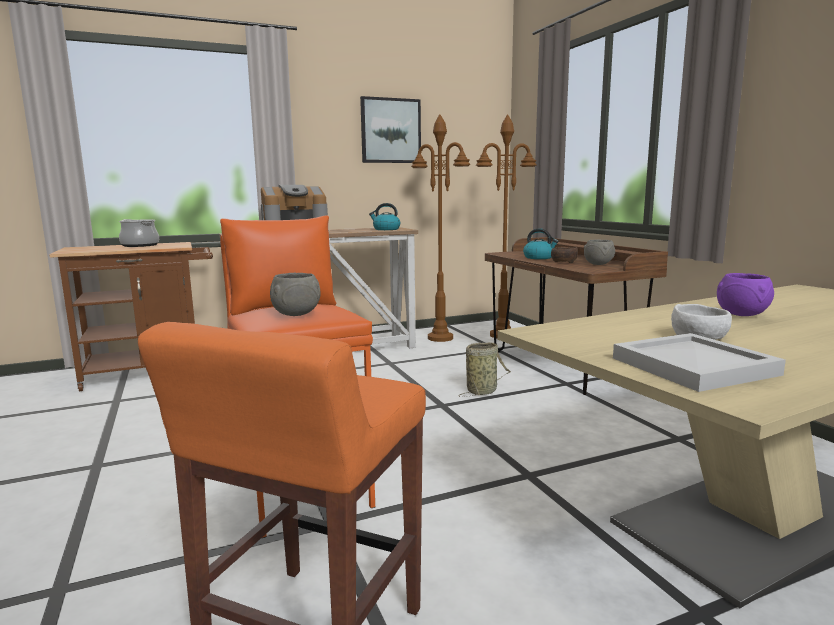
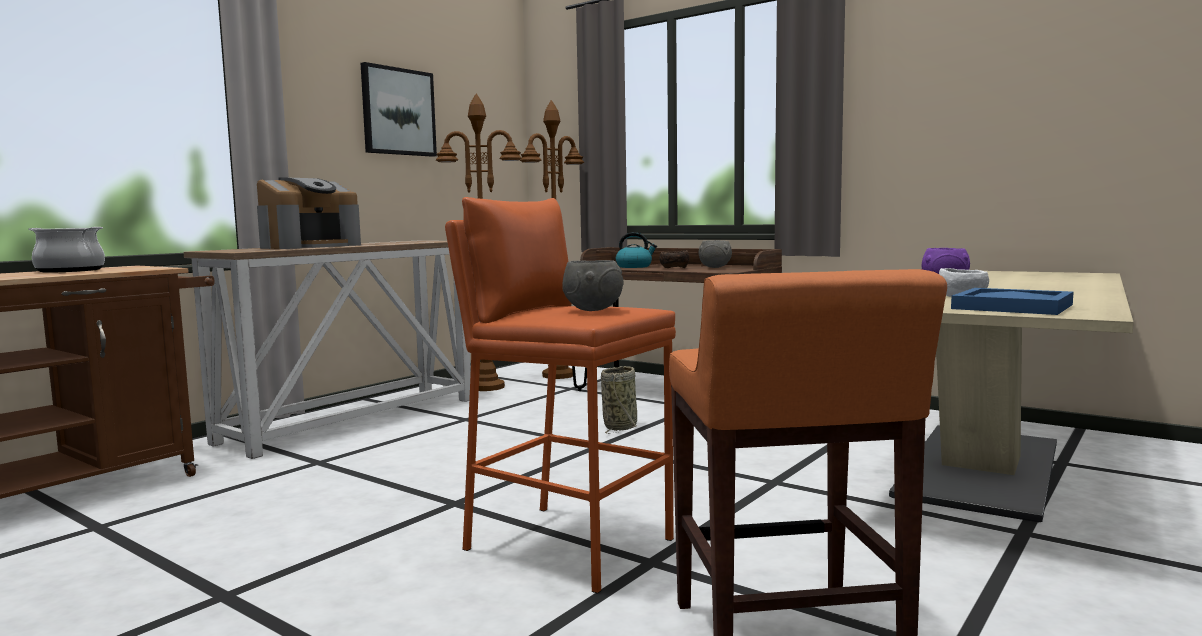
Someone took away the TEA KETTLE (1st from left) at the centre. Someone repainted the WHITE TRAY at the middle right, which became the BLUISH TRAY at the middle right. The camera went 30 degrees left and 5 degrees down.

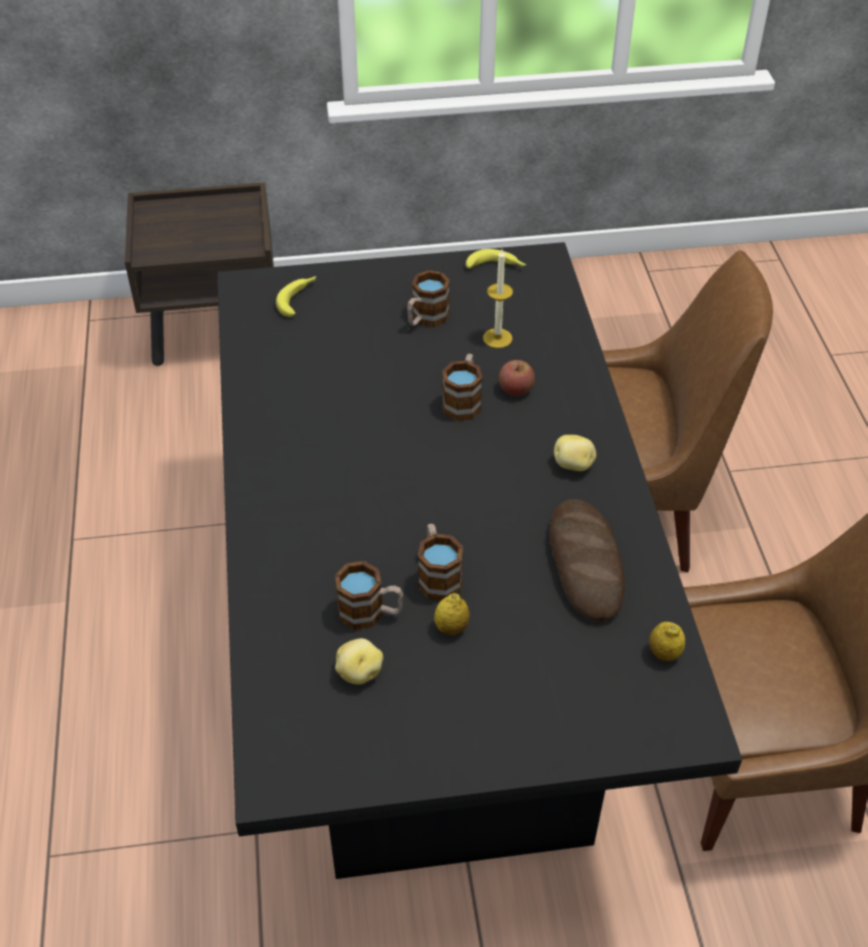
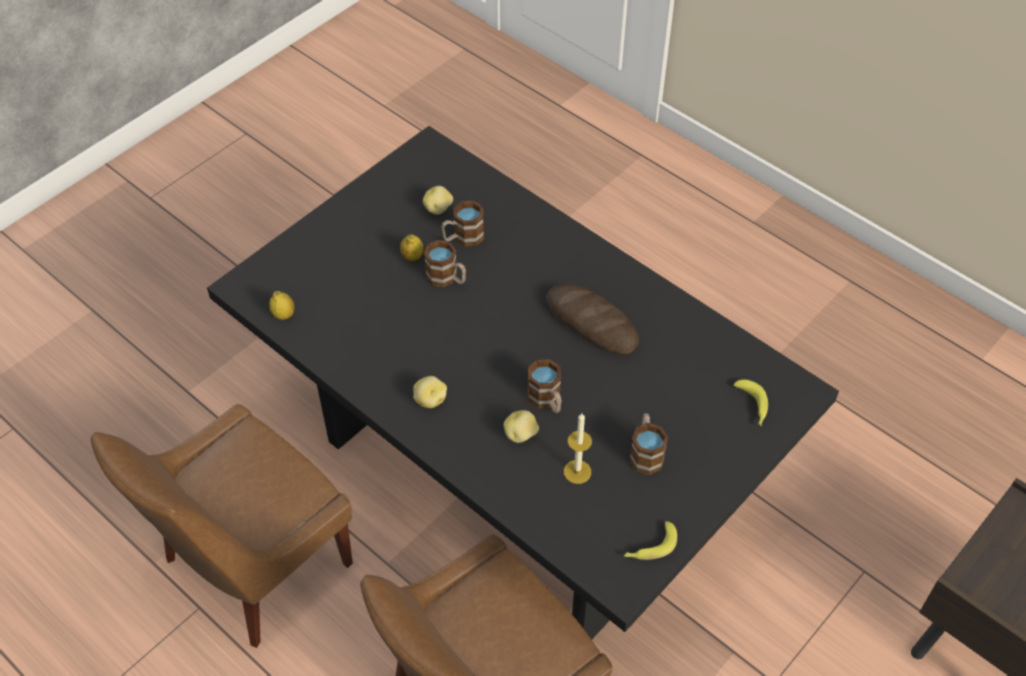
Someone swapped the APPLE at the centre for the POTATO (3rd from left) at the centre. Someone carried the BAKERY BREAD from the middle right to the centre. The camera went 140 degrees right and 5 degrees up.

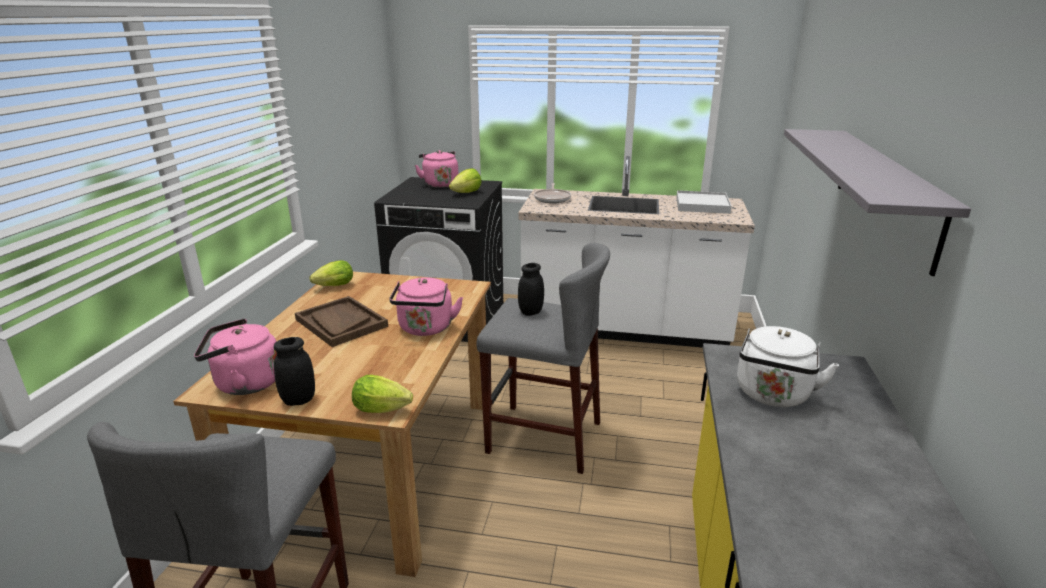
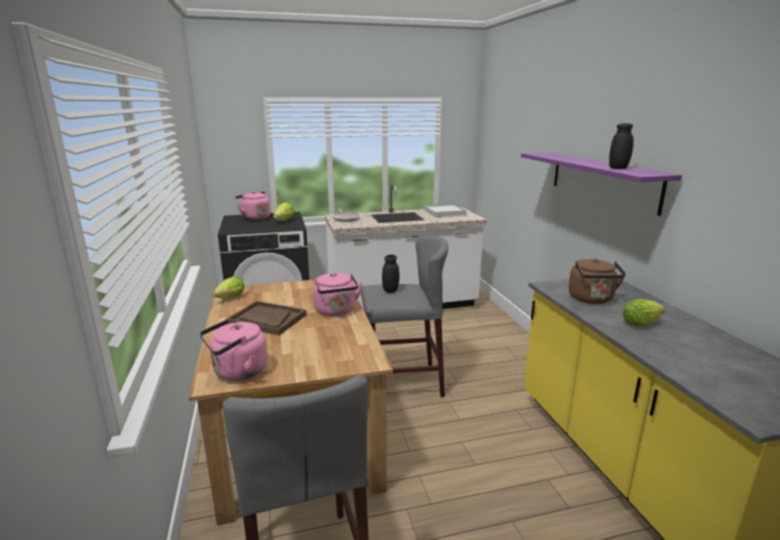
Someone repainted the GRAY WALL SHELF at the middle right, which became the PURPLISH WALL SHELF at the middle right. Someone repainted the WHITE TEA KETTLE at the middle right, which became the BROWN TEA KETTLE at the middle right. Someone carried the BLACK PRESERVE JAR (1st from left in the first image) from the middle left to the top right. Someone carried the LETTUCE HEAD (2nd from left in the first image) from the bottom centre to the middle right. The camera went 25 degrees left and 5 degrees down.

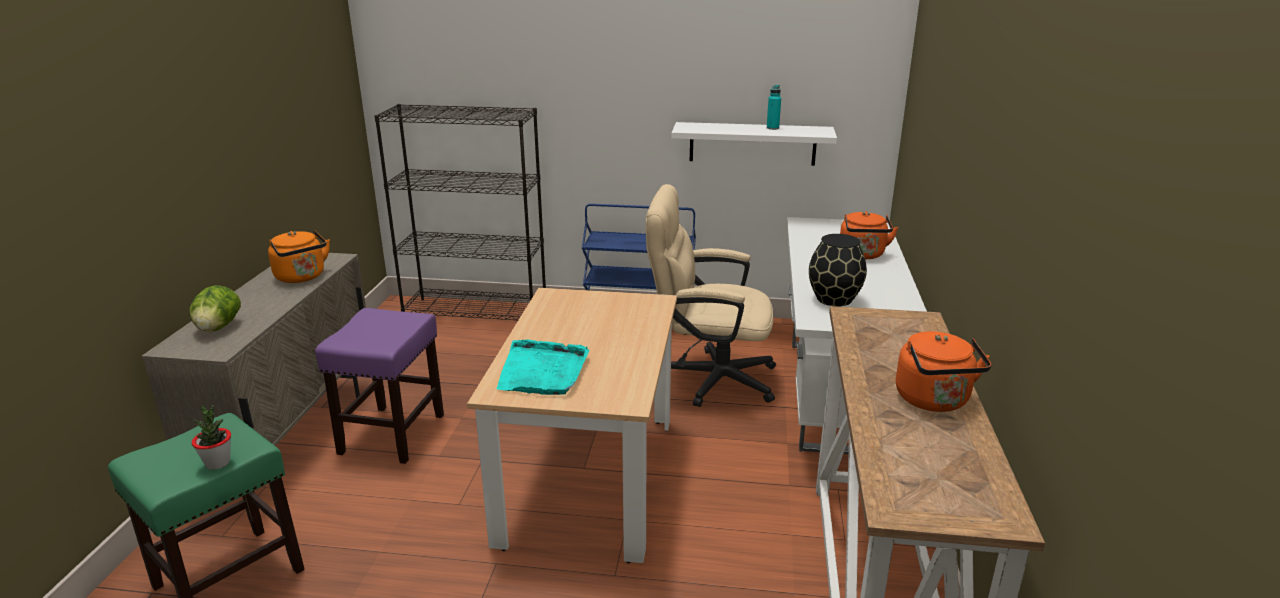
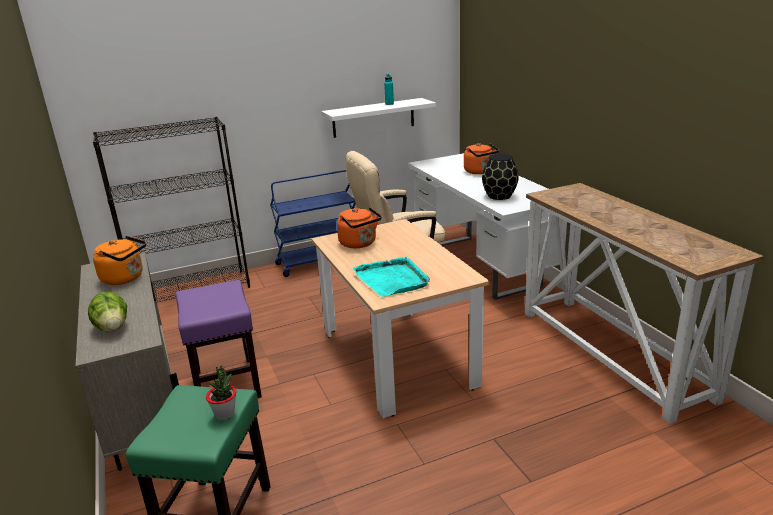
Someone carried the ORANGE-COLOURED TEA KETTLE (3rd from left in the first image) from the middle right to the centre. The camera went 30 degrees left and 0 degrees up.

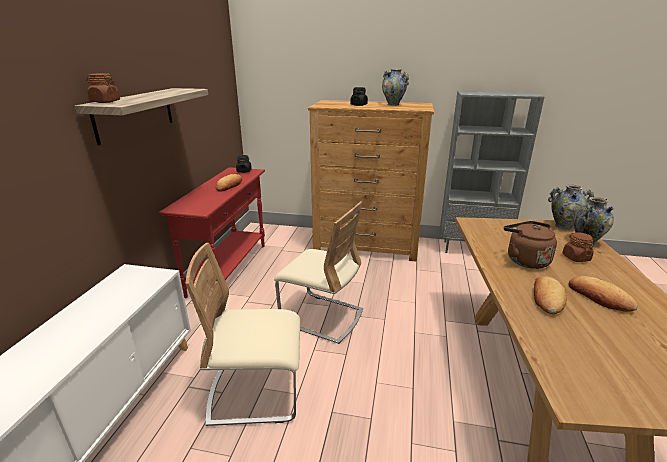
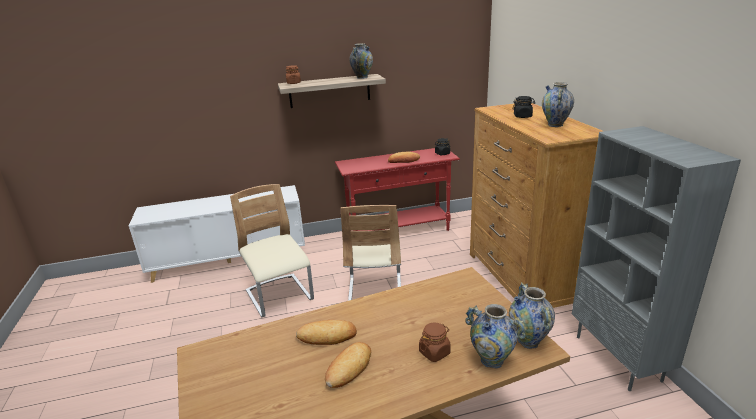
Someone took away the BROWN TEA KETTLE at the middle right. Someone put down the DECORATIVE VASE (1st from left) at the top centre. The camera went 65 degrees right and 0 degrees up.

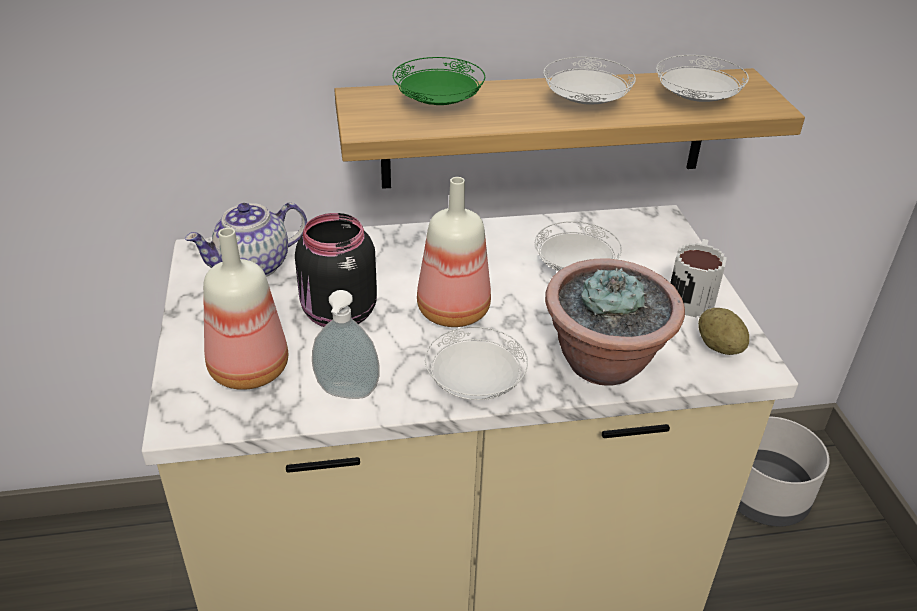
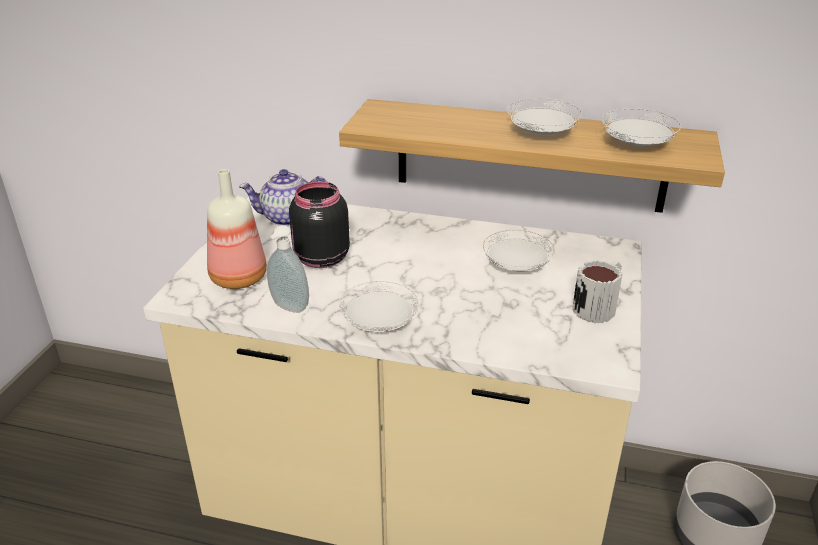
Someone took away the GREENISH FLAT DISH at the top centre. Someone took away the BOTTLE (2nd from left) at the centre. Someone took away the POTTED PLANT at the middle right. Someone took away the POTATO at the middle right. The camera went 25 degrees right and 5 degrees down.

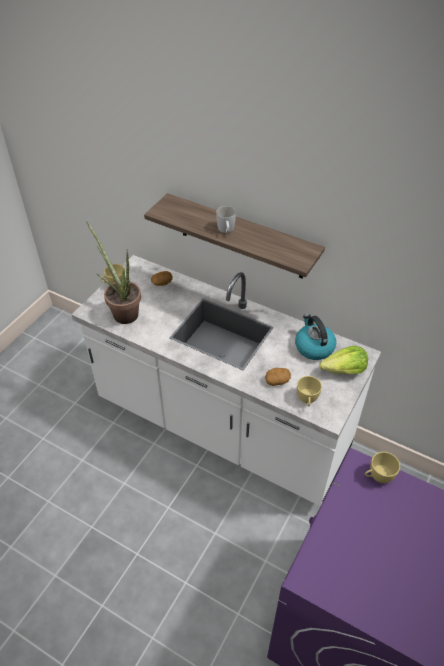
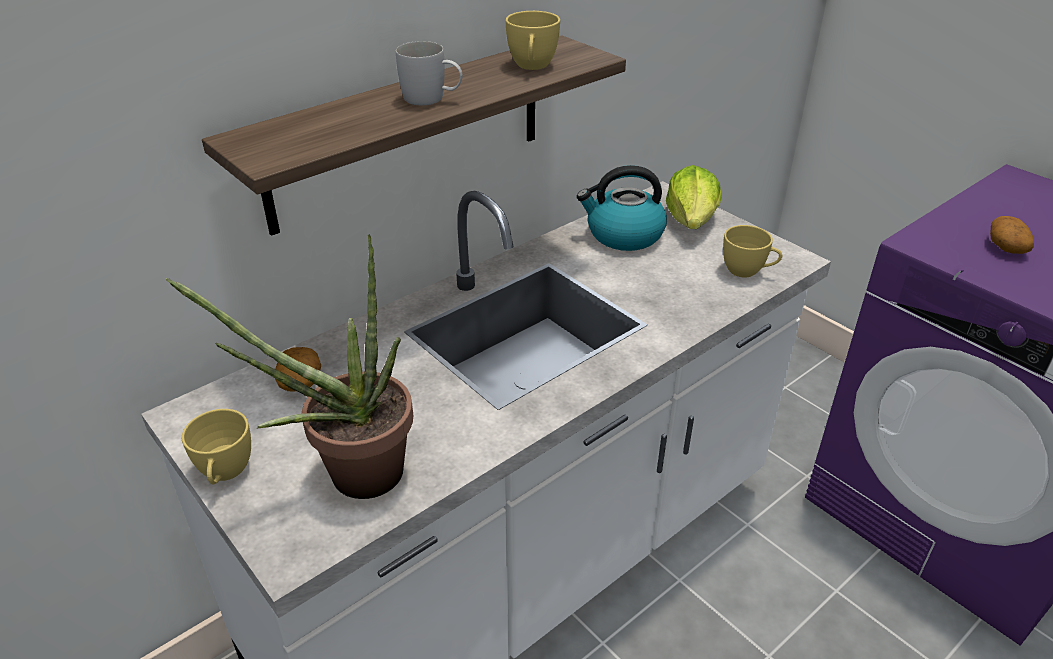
Someone carried the POTATO (2nd from left) from the centre to the middle right. Someone carried the YELLOW-COLOURED CUP (3rd from left in the first image) from the bottom right to the top centre. The camera went 70 degrees left and 10 degrees down.

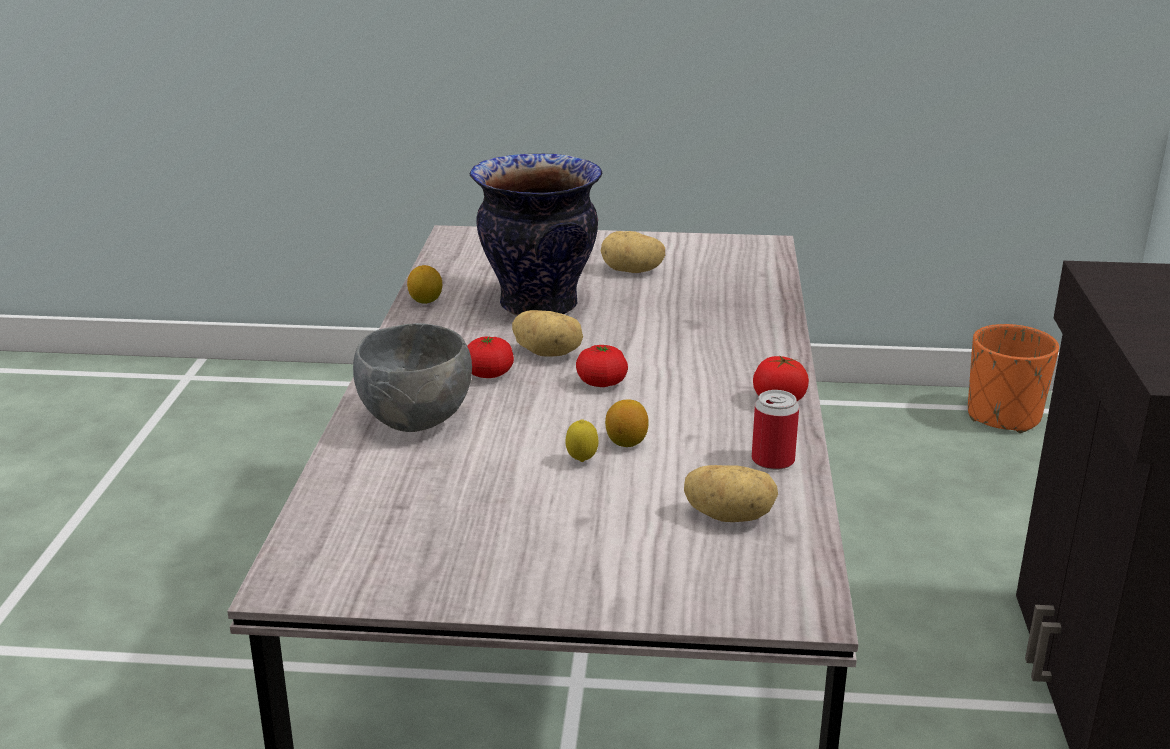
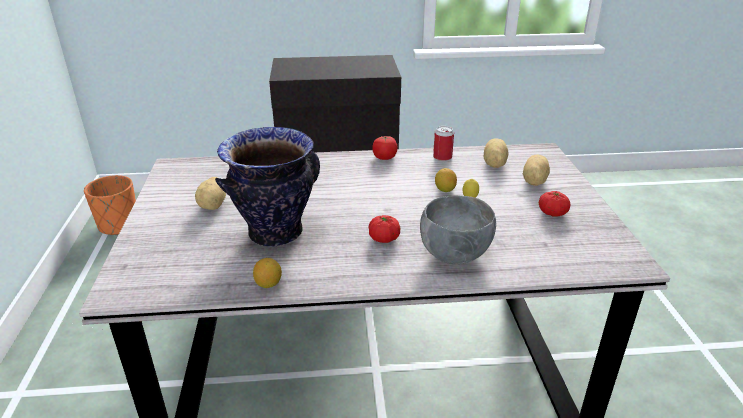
Someone carried the POTATO (1st from left in the first image) from the centre to the middle right. Someone carried the WHOLE TOMATO (2nd from left in the first image) from the centre to the middle right. The camera went 100 degrees left and 5 degrees up.

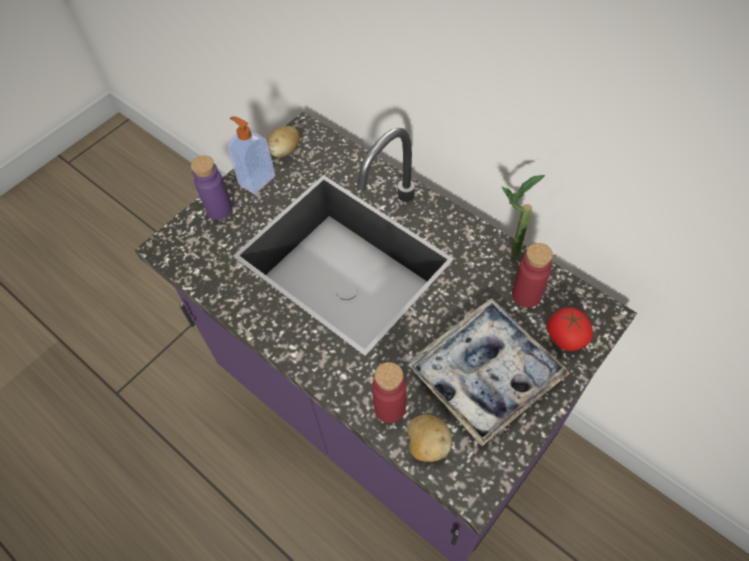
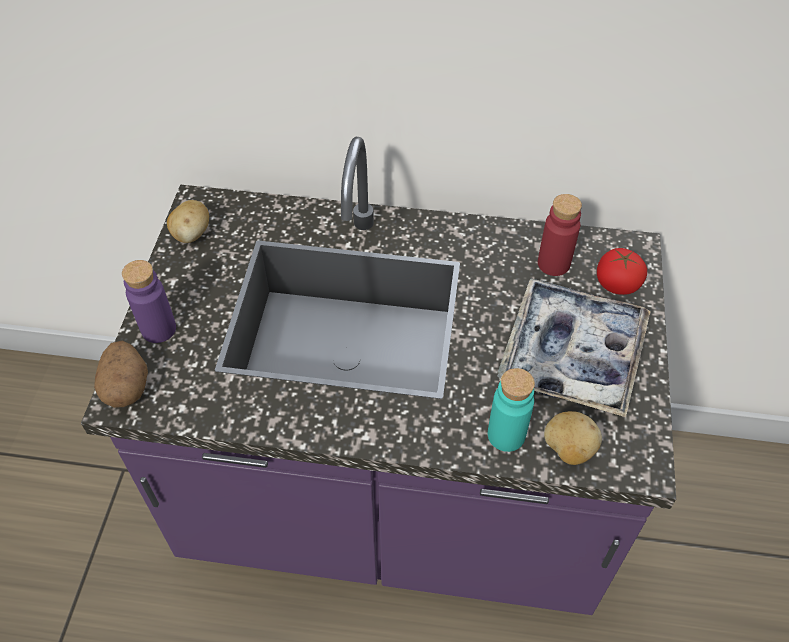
Someone took away the SOAP BOTTLE at the top centre. Someone took away the POTTED PLANT at the middle right. Someone repainted the REDDISH BOTTLE (1st from left) at the bottom centre, which became the TURQUOISE-COLOURED BOTTLE at the centre. Someone put down the POTATO (1st from left) at the middle left. The camera went 35 degrees left and 5 degrees down.

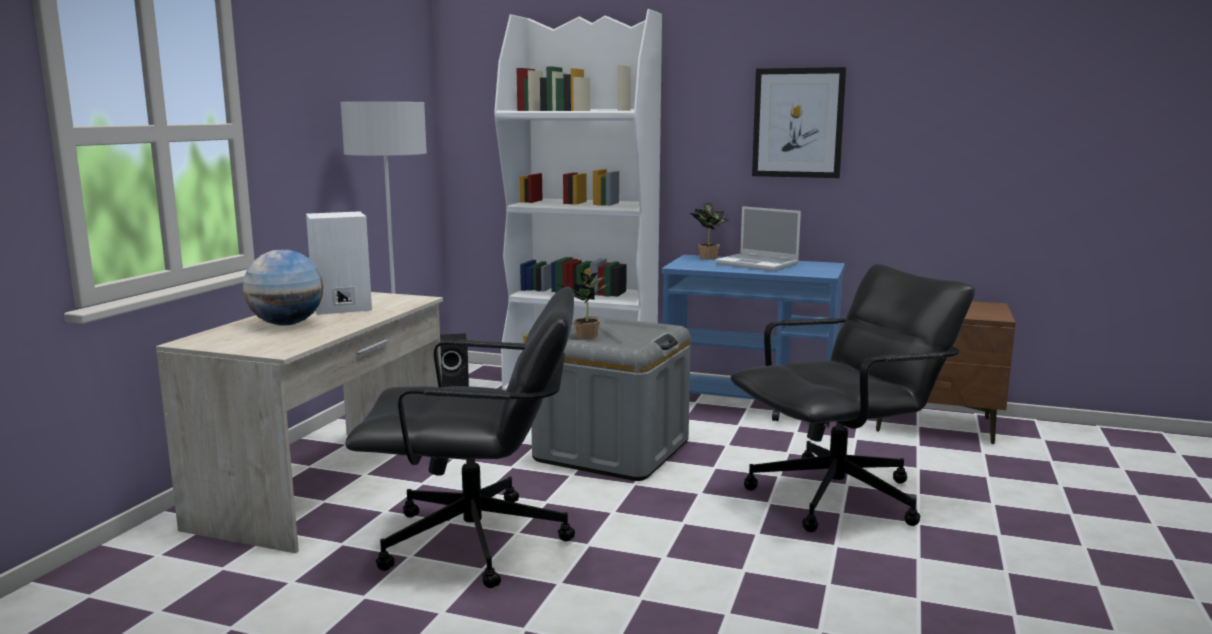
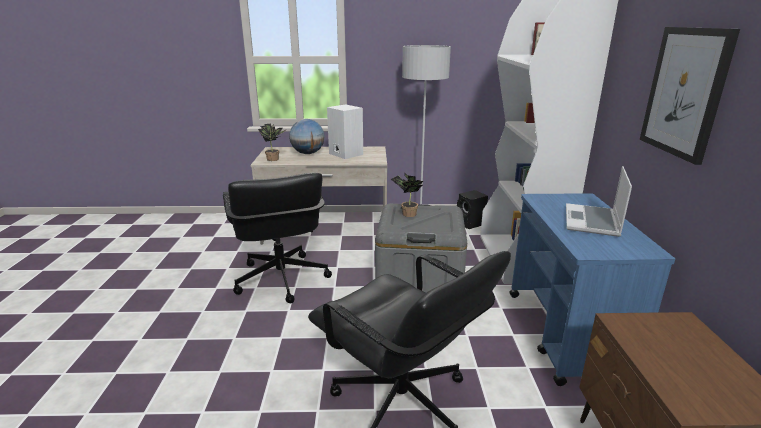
Someone carried the POTTED PLANT (2nd from left in the first image) from the centre to the top centre. The camera went 70 degrees right and 10 degrees up.

